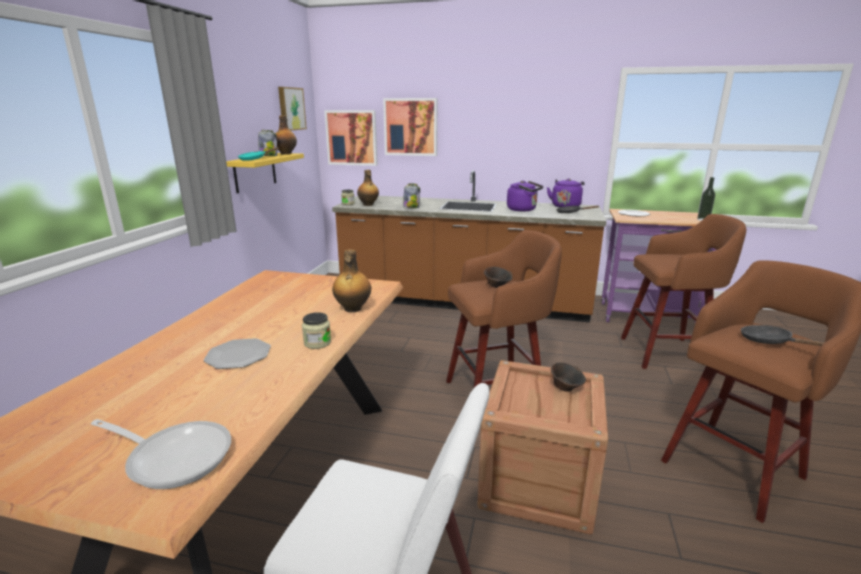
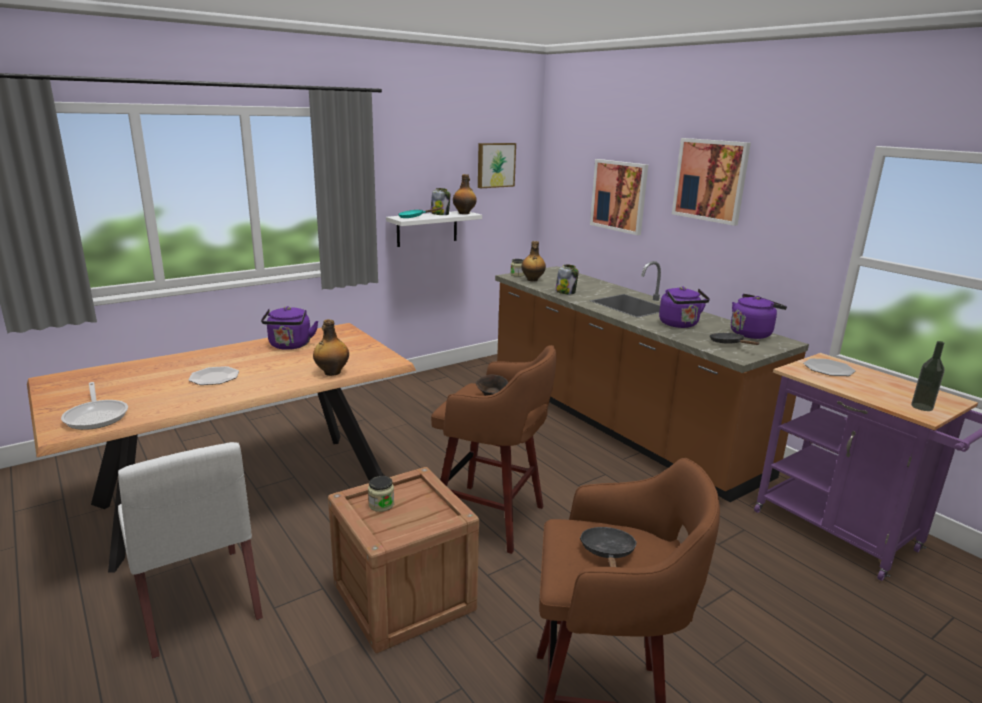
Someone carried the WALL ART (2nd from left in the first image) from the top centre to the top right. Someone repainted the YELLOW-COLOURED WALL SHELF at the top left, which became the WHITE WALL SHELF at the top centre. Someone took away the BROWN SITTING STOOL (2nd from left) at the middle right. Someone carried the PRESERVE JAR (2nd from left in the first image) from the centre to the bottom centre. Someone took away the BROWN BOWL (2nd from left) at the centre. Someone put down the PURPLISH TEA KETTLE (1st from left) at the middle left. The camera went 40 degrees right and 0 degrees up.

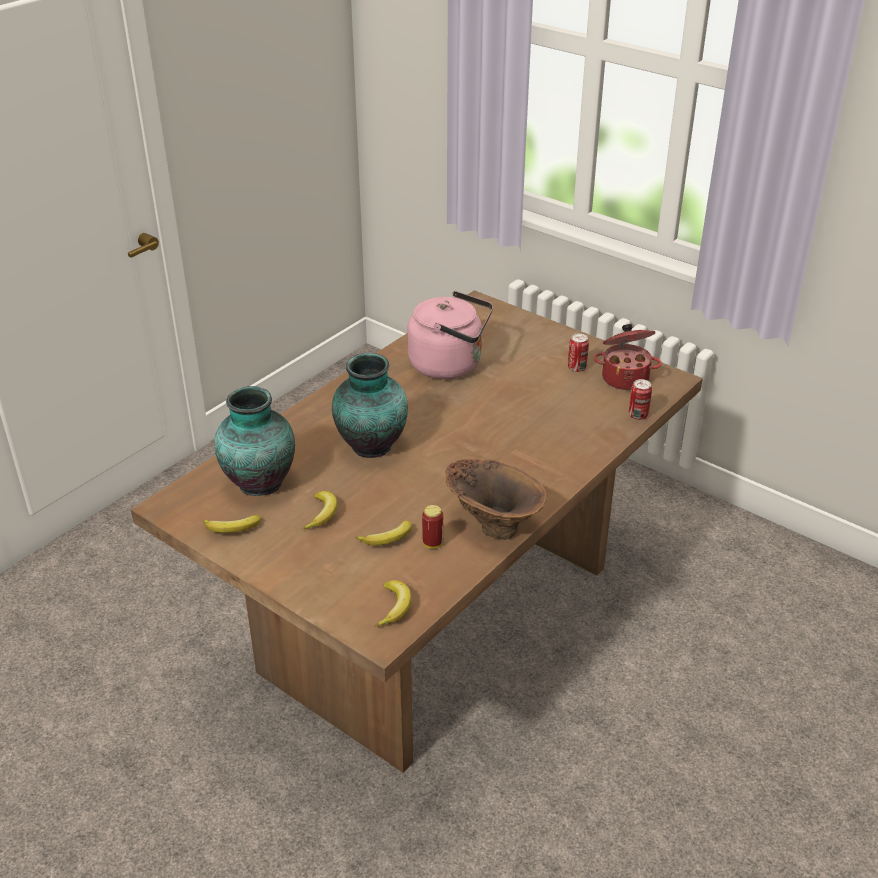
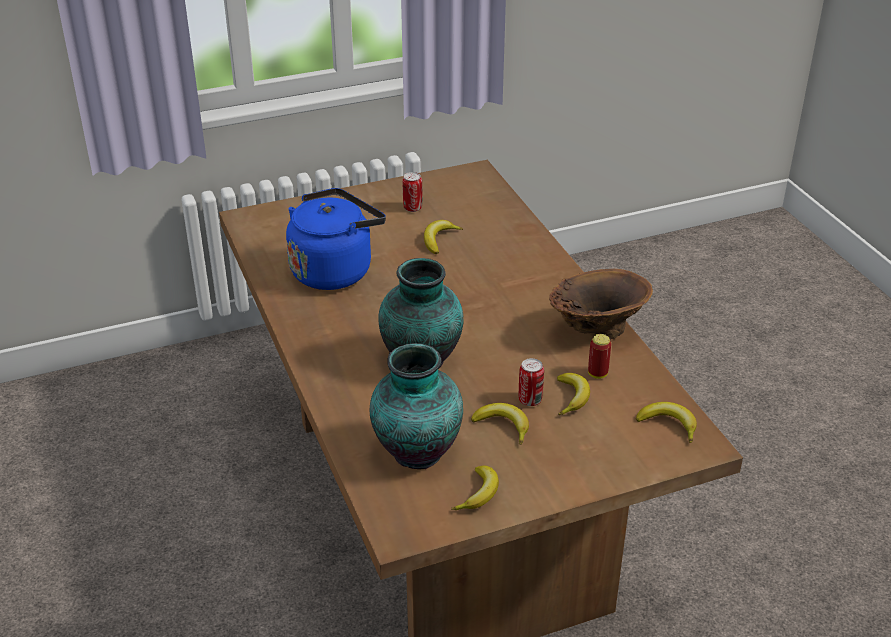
Someone repainted the PINK TEA KETTLE at the centre, which became the BLUISH TEA KETTLE at the centre. Someone took away the STOCKPOT at the middle right. Someone carried the CAN (3rd from left in the first image) from the middle right to the centre. Someone put down the WHOLE BANANA (1st from left) at the centre. The camera went 60 degrees left and 0 degrees up.

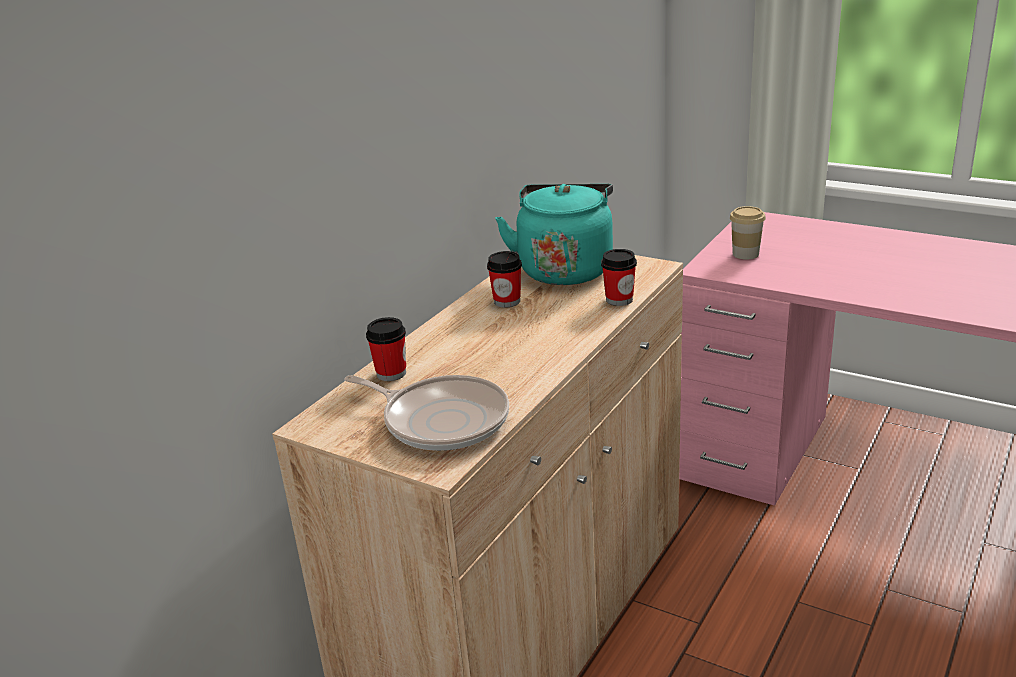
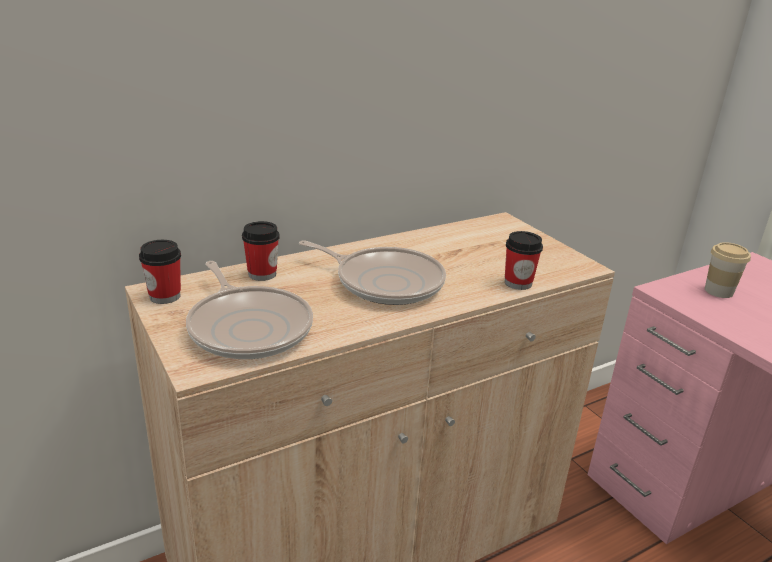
Someone took away the TURQUOISE-COLOURED TEA KETTLE at the centre. Someone carried the CUP (2nd from left in the first image) from the centre to the middle left. Someone put down the SKILLET (2nd from left) at the centre. The camera went 25 degrees right and 0 degrees up.

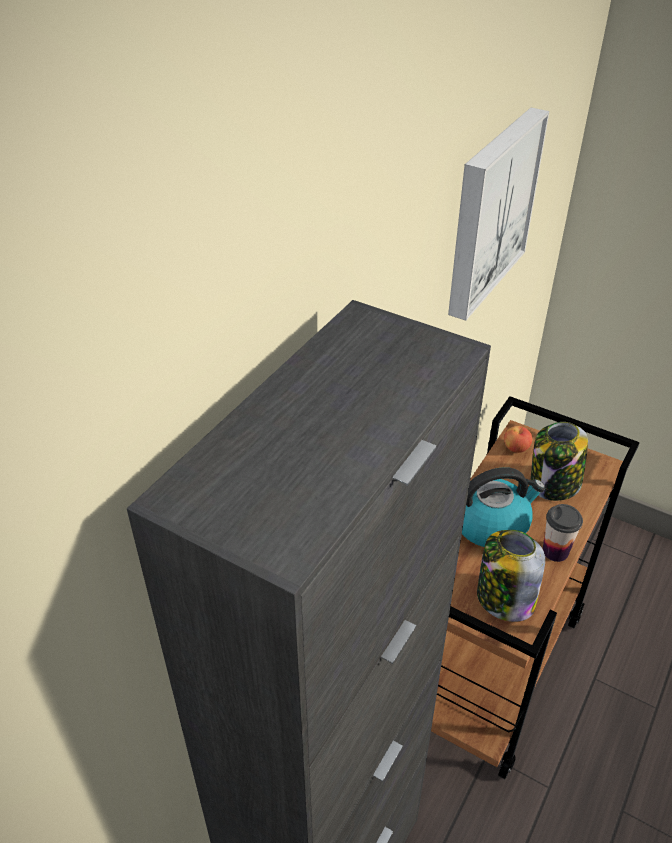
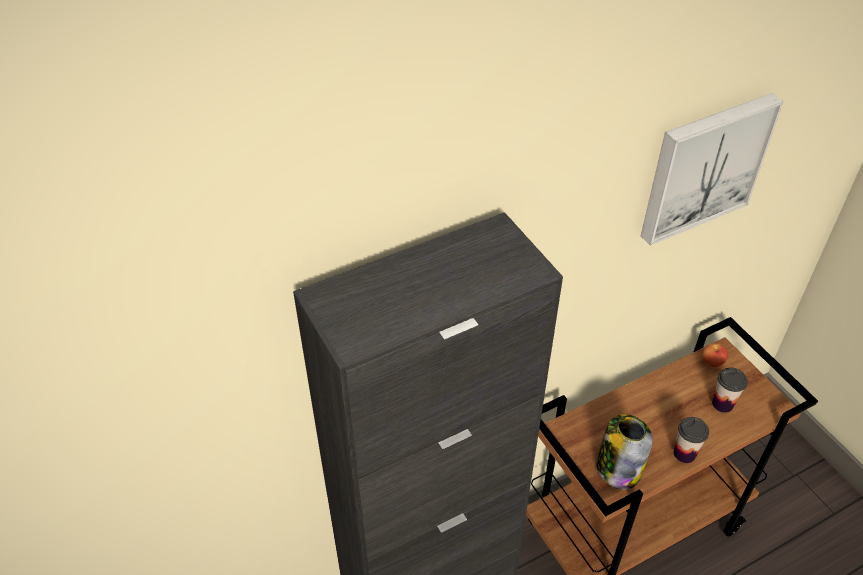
Someone swapped the PRESERVE JAR (2nd from left) at the middle right for the CUP (2nd from left) at the bottom right. Someone took away the TEA KETTLE at the middle right. The camera went 30 degrees right and 5 degrees up.

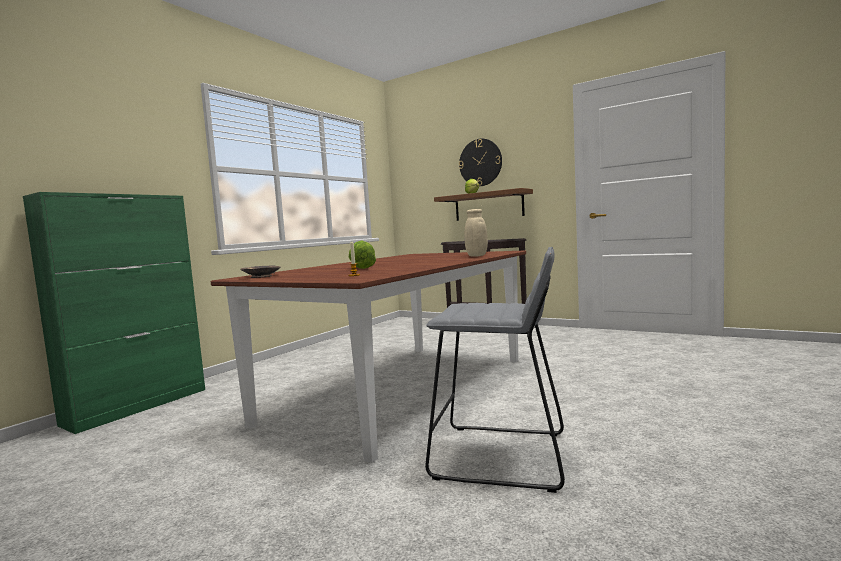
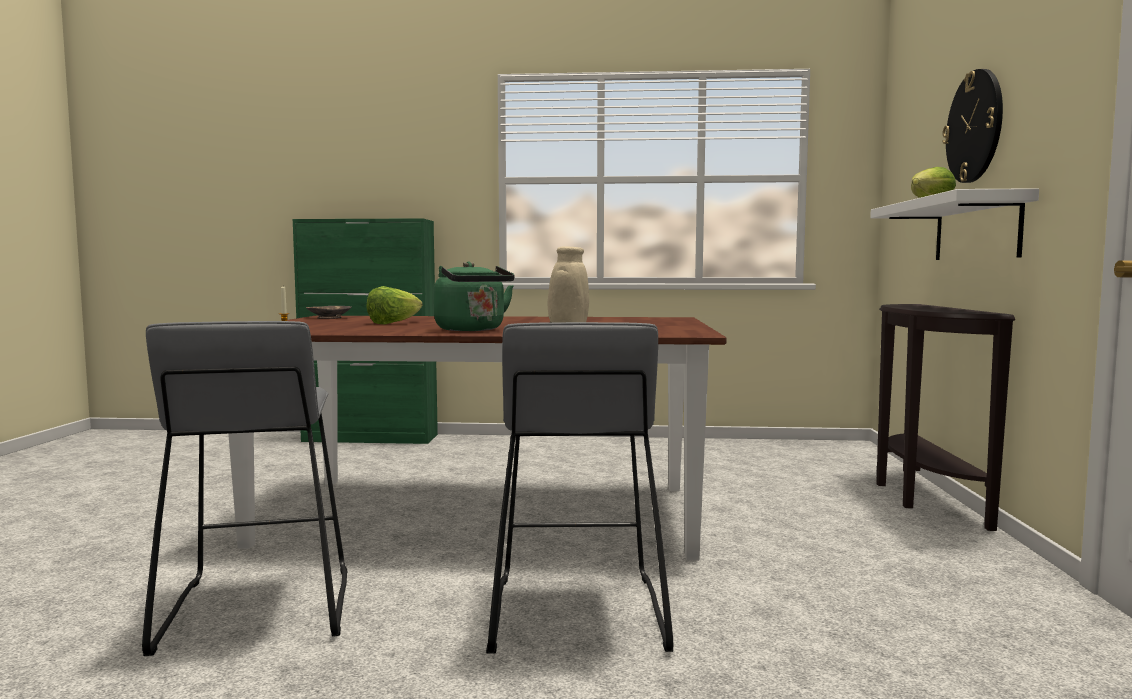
Someone repainted the BROWN WALL SHELF at the centre, which became the WHITE WALL SHELF at the top right. Someone put down the GREENISH TEA KETTLE at the centre. Someone put down the GRAY SITTING STOOL (2nd from left) at the bottom centre. The camera went 60 degrees right and 0 degrees up.

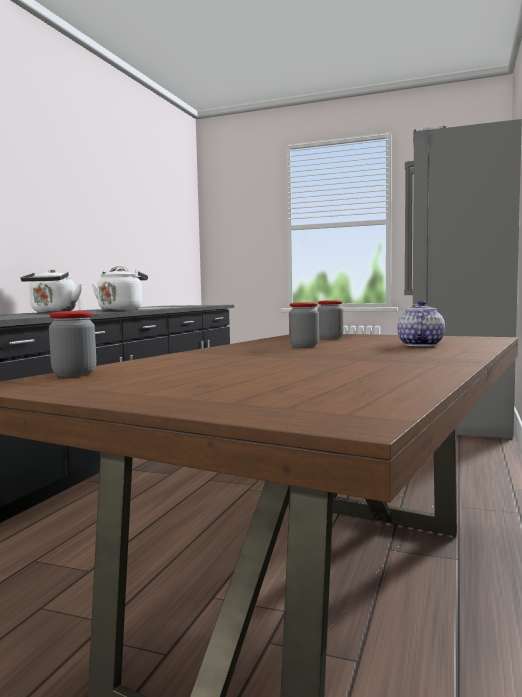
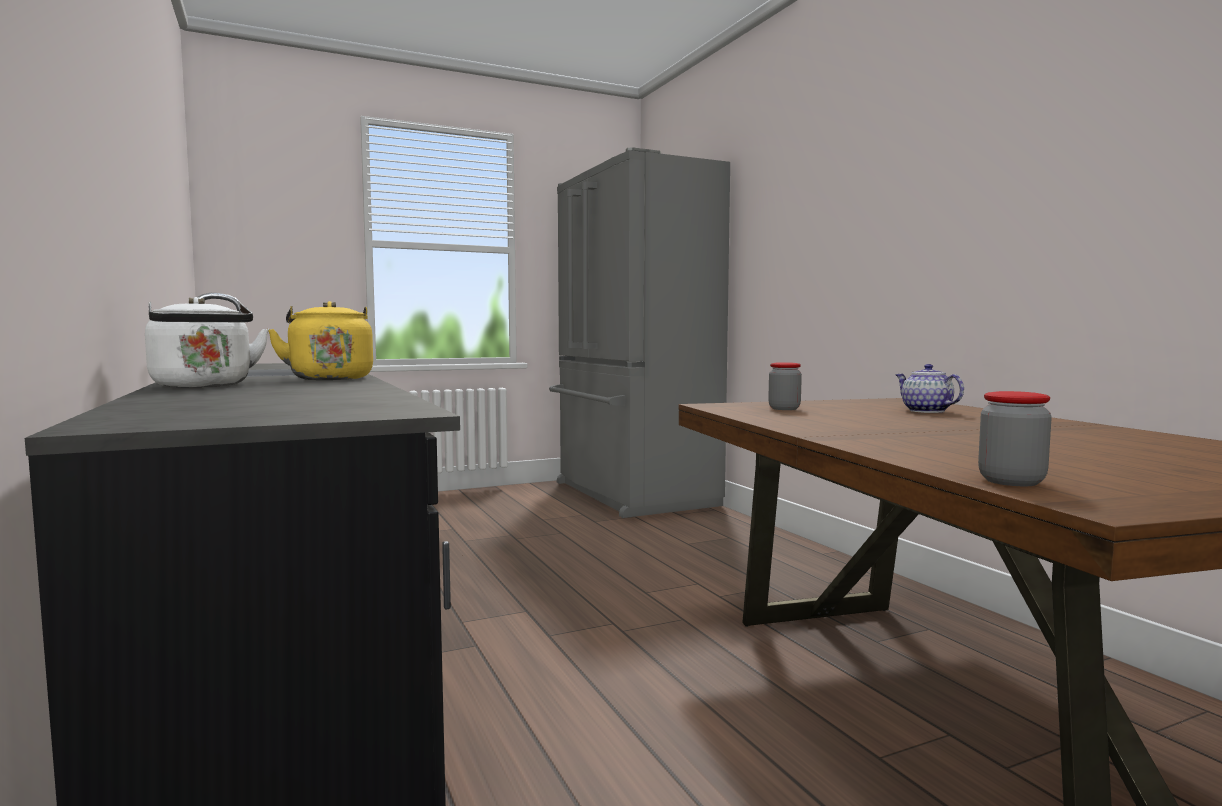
Someone repainted the WHITE TEA KETTLE (2nd from left) at the middle left, which became the YELLOW-COLOURED TEA KETTLE at the middle left. Someone took away the PRESERVE JAR (2nd from left) at the centre. The camera went 45 degrees left and 0 degrees up.

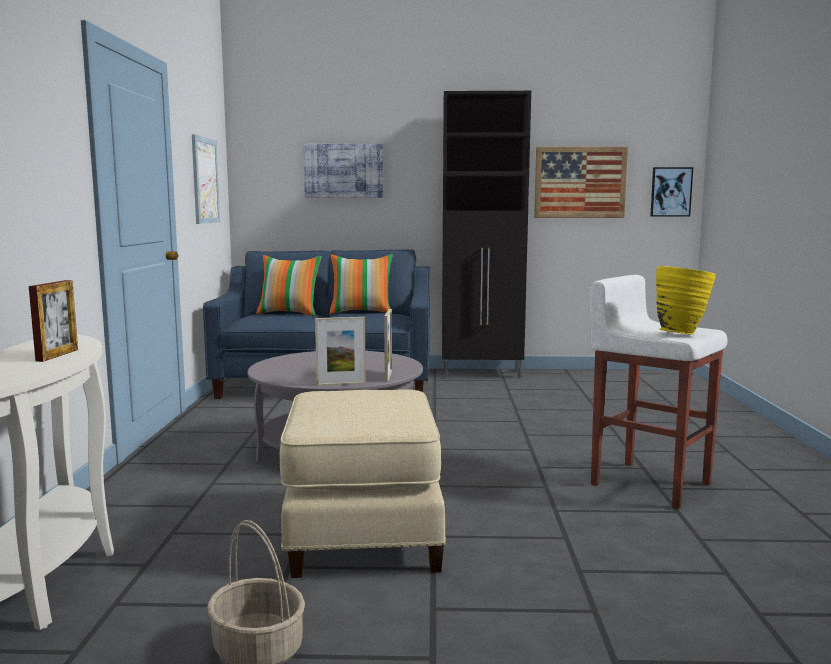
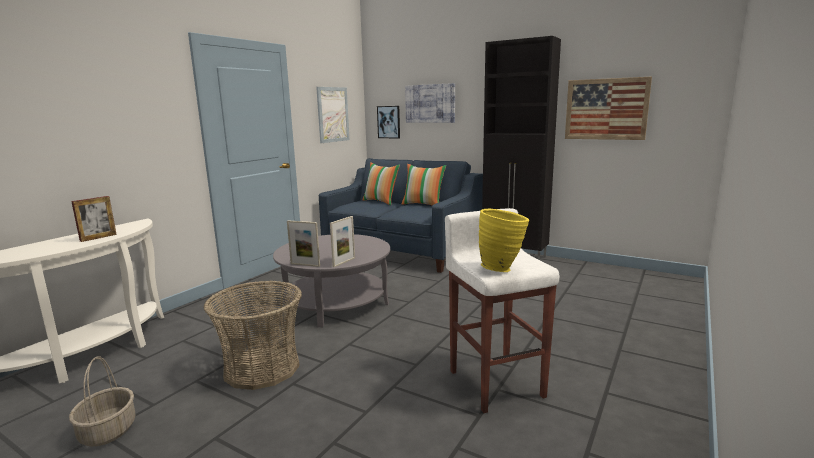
Someone carried the WALL ART (4th from left in the first image) from the top right to the top centre. Someone swapped the BEIGE-COLOURED OTTOMAN at the bottom centre for the HOUSEHOLD BASKET (2nd from left) at the bottom left. The camera went 30 degrees right and 5 degrees up.

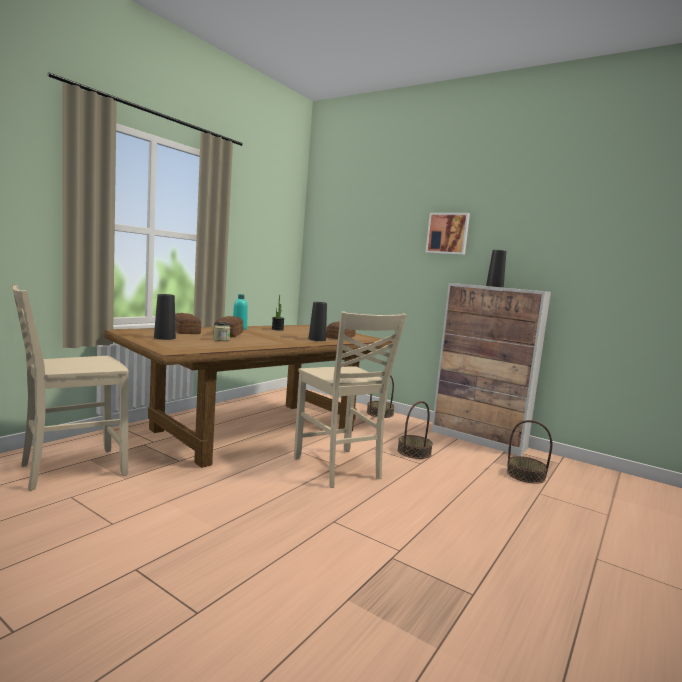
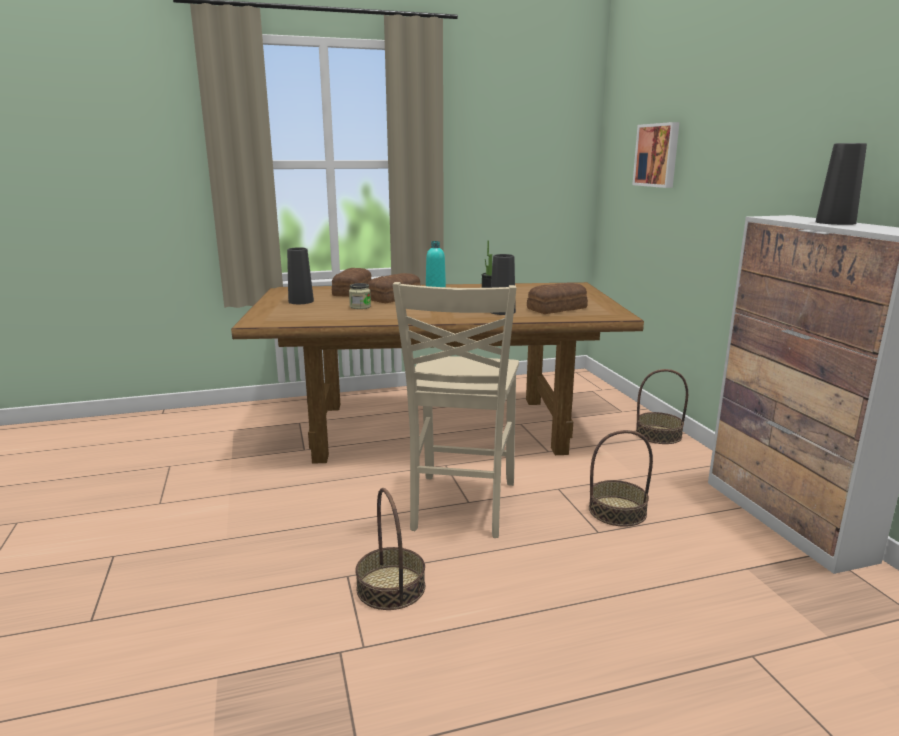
Someone carried the WALL ART from the centre to the top right. Someone took away the BEIGE-COLOURED PLAIN CHAIR (1st from left) at the middle left. Someone carried the HOUSEHOLD BASKET (3rd from left in the first image) from the middle right to the bottom centre. The camera went 40 degrees right and 10 degrees up.

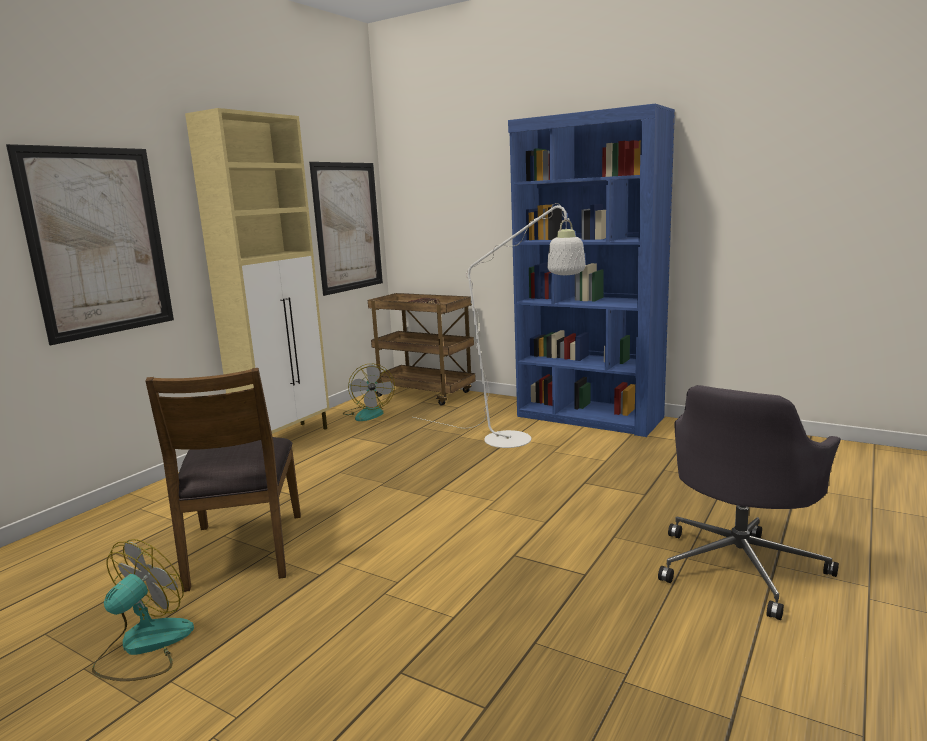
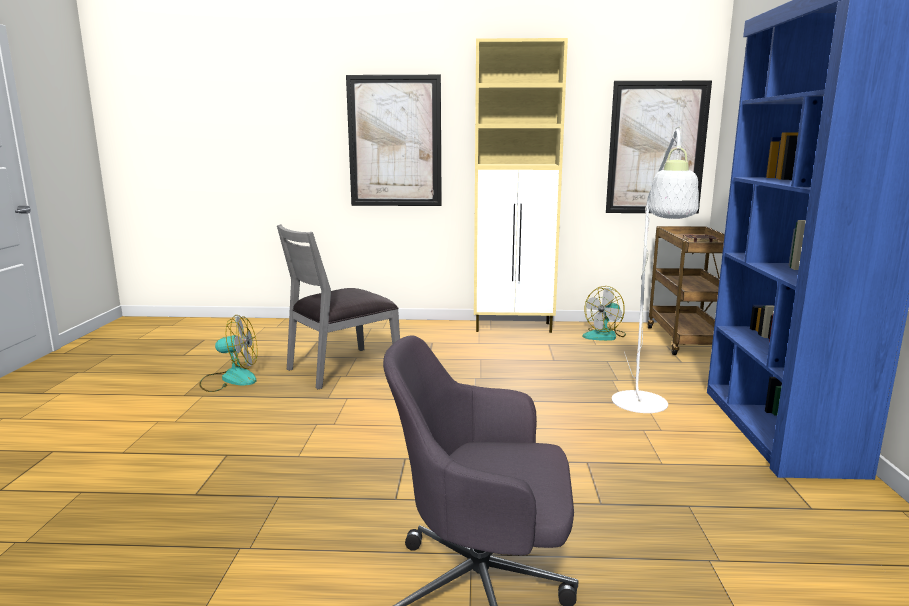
Someone repainted the BROWN PLAIN CHAIR at the middle left, which became the GRAY PLAIN CHAIR at the centre. The camera went 60 degrees right and 0 degrees up.

